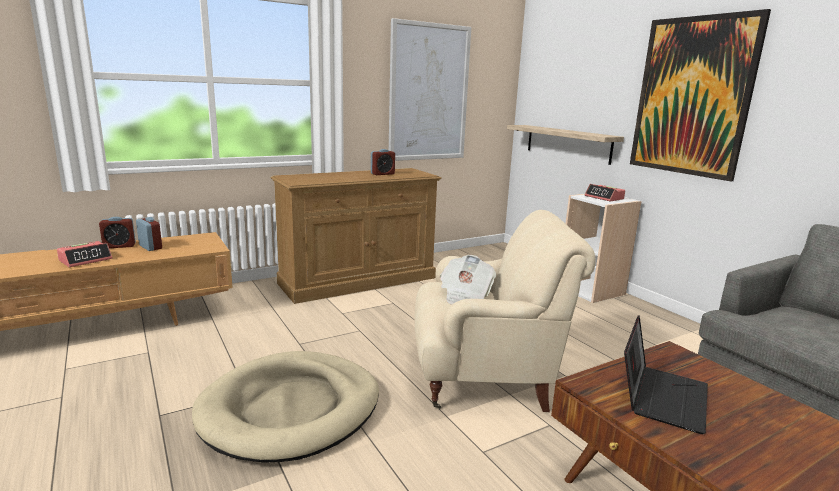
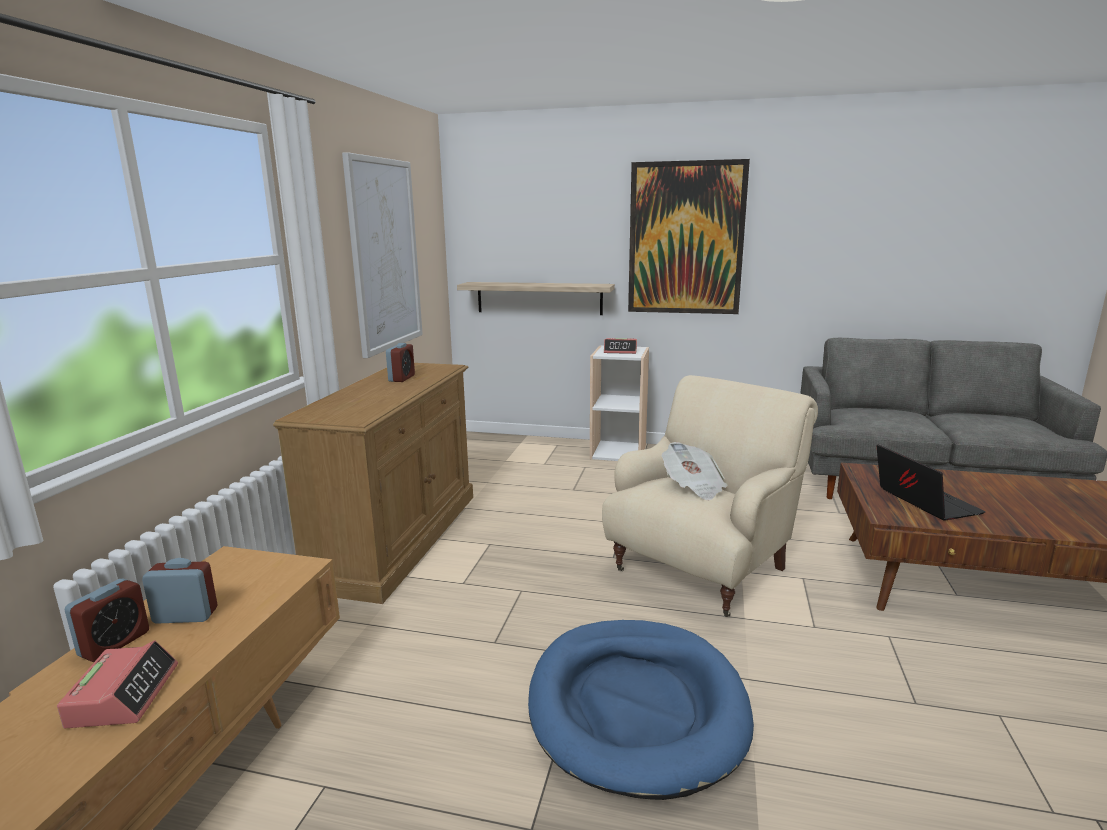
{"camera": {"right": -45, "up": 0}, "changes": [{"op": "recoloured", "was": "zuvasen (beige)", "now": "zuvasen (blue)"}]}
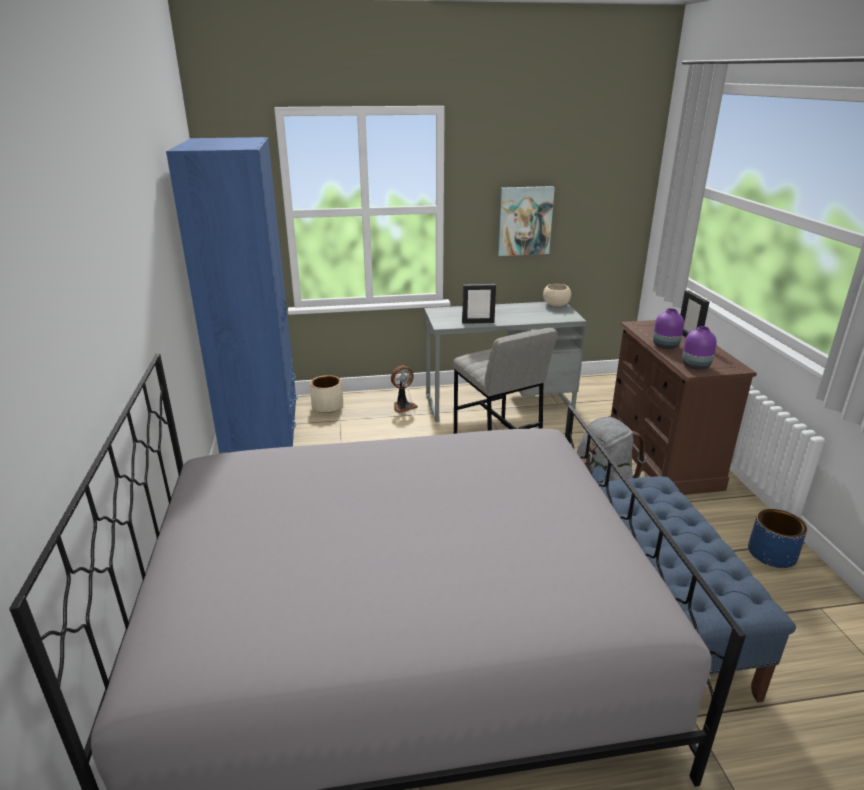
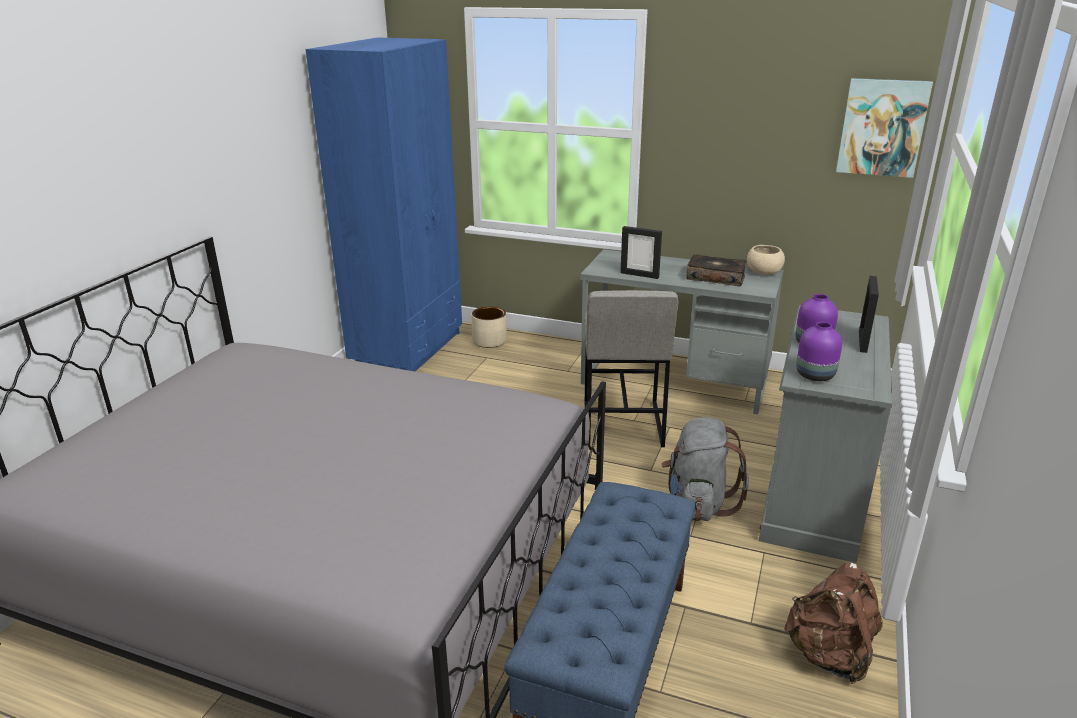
{"camera": {"right": 30, "up": 0}, "changes": [{"op": "added", "now": "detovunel"}, {"op": "recoloured", "was": "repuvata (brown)", "now": "repuvata (grey)"}, {"op": "replaced", "was": "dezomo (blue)", "now": "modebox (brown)"}, {"op": "moved", "was": "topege"}, {"op": "removed", "was": "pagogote"}]}
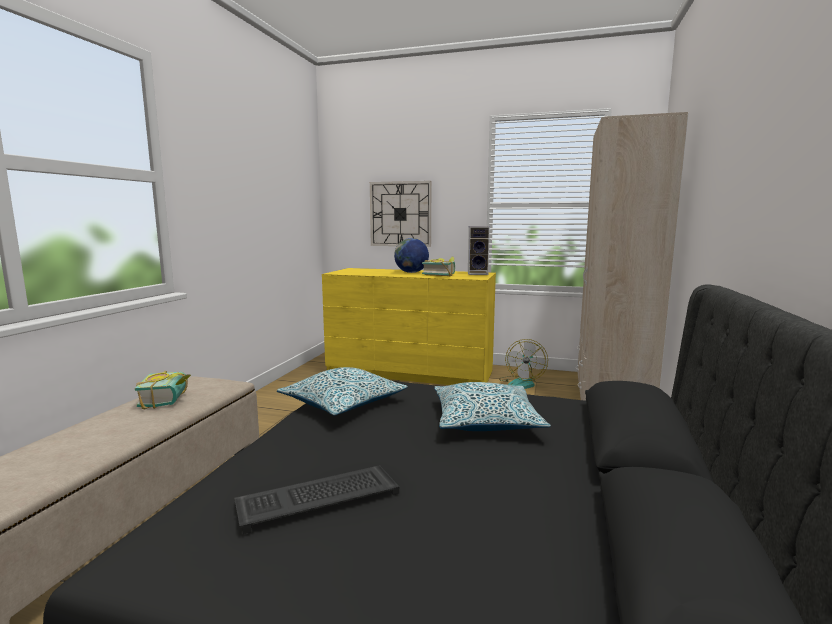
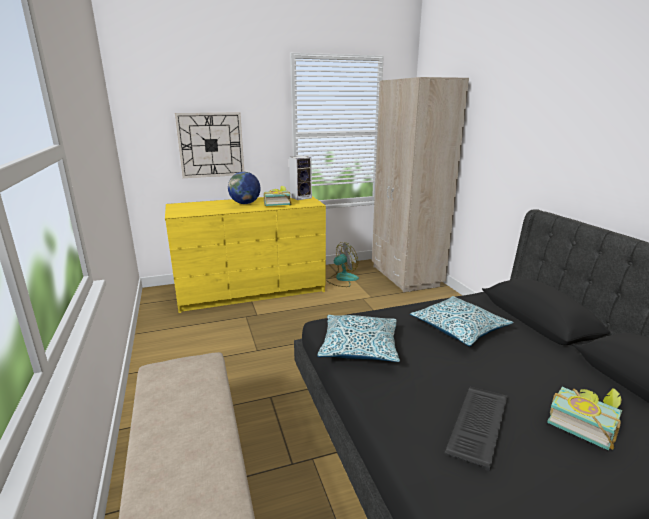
{"camera": {"right": -35, "up": 10}, "changes": [{"op": "turned", "was": "pagogote", "clockwise": -105}, {"op": "moved", "was": "detovunel (1st from left in the first image)", "now": "detovunel (2nd from left)"}]}
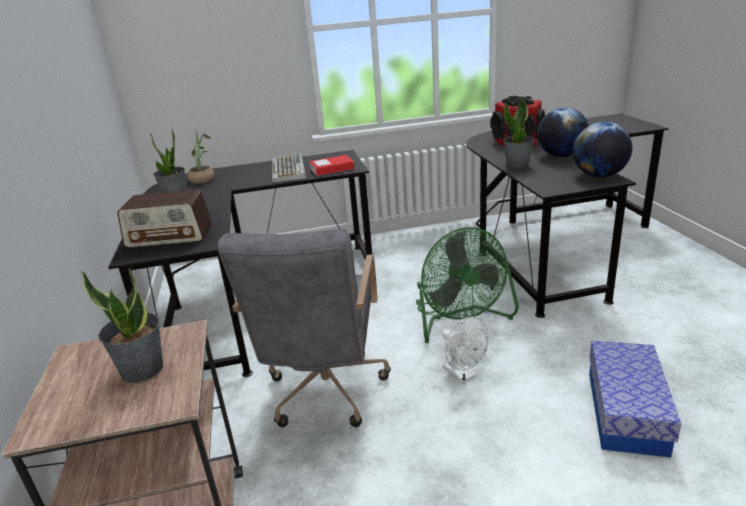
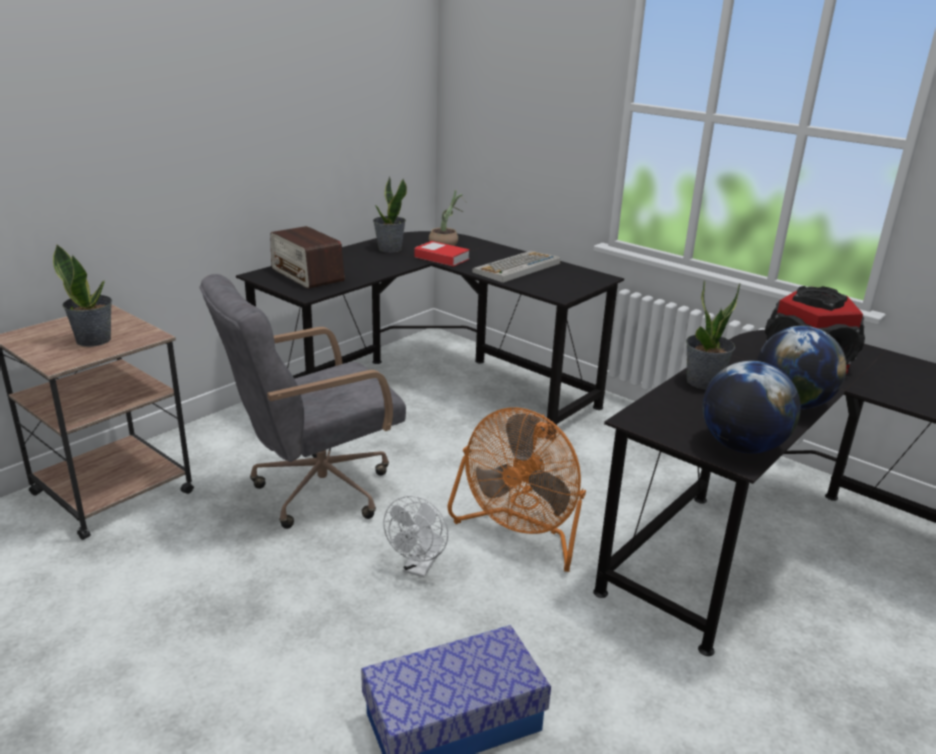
{"camera": {"right": 50, "up": 0}, "changes": [{"op": "moved", "was": "detovunel"}, {"op": "recoloured", "was": "pagogote (green)", "now": "pagogote (orange)"}]}
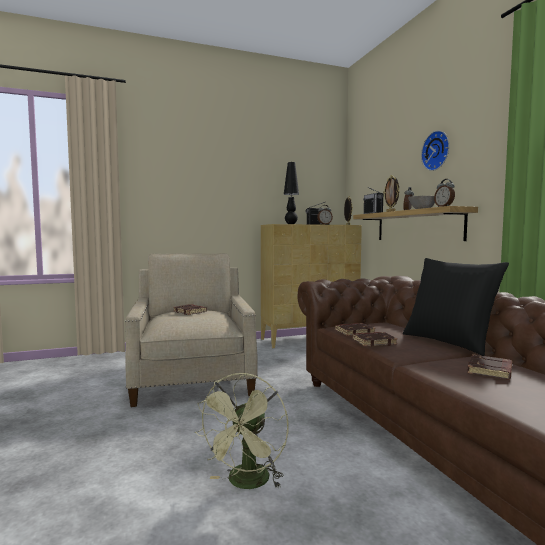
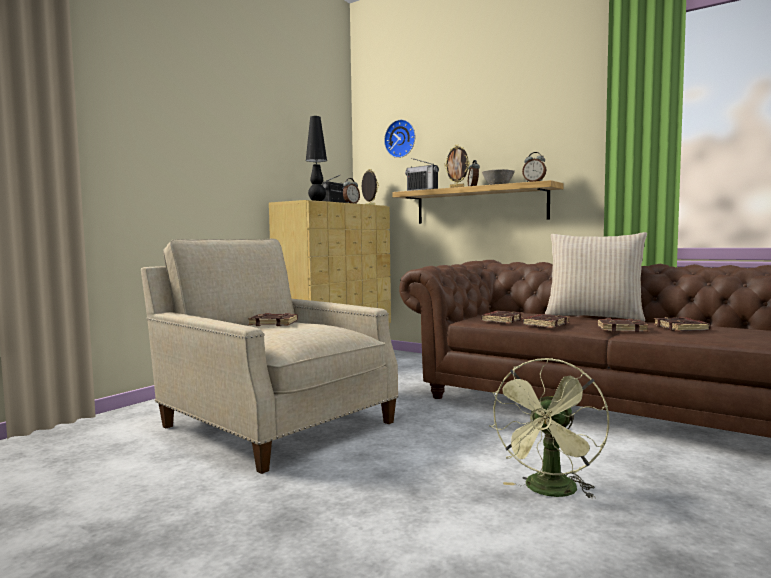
{"camera": {"right": -35, "up": 0}, "changes": [{"op": "moved", "was": "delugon"}, {"op": "turned", "was": "pagogote (green)", "clockwise": 45}, {"op": "recoloured", "was": "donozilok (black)", "now": "donozilok (beige)"}, {"op": "added", "now": "detovunel (brown) (4th from left)"}]}
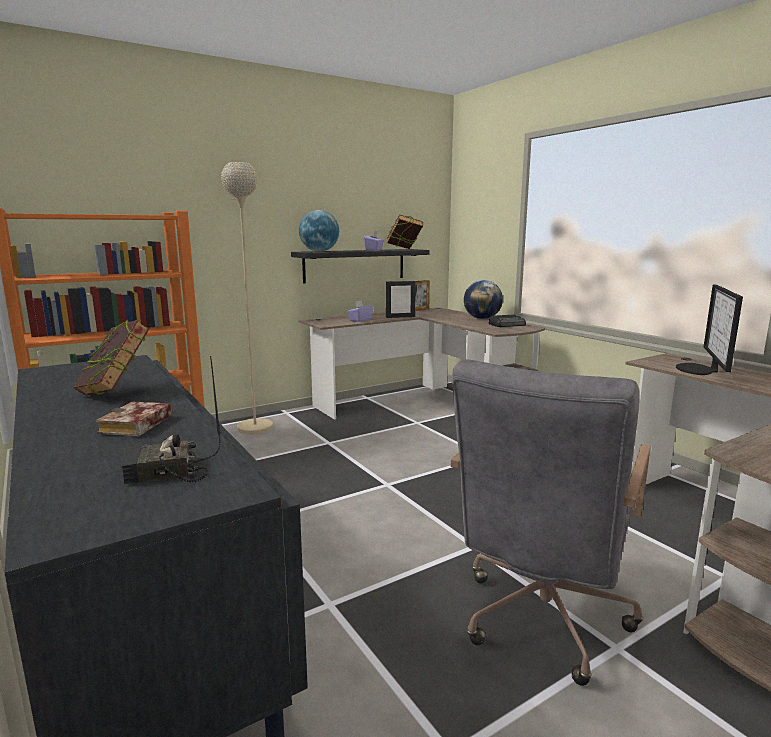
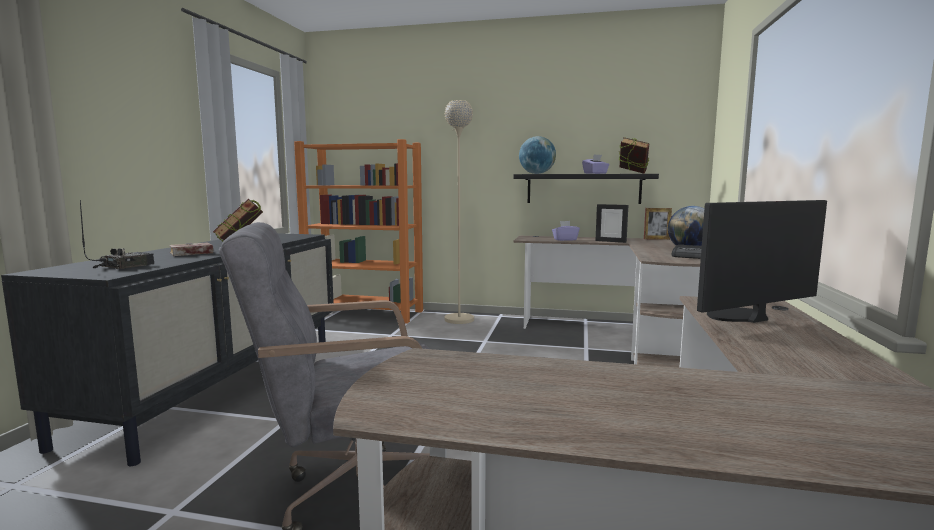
{"camera": {"right": 45, "up": -5}, "changes": [{"op": "turned", "was": "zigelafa (1st from left)", "clockwise": 90}]}
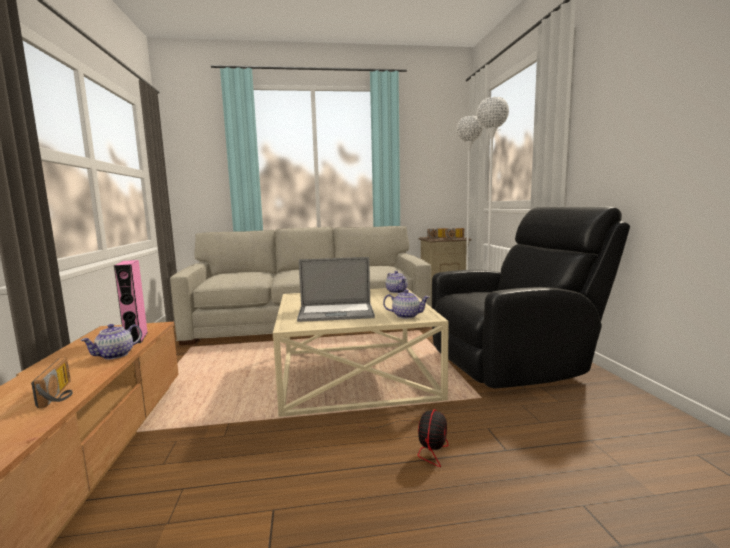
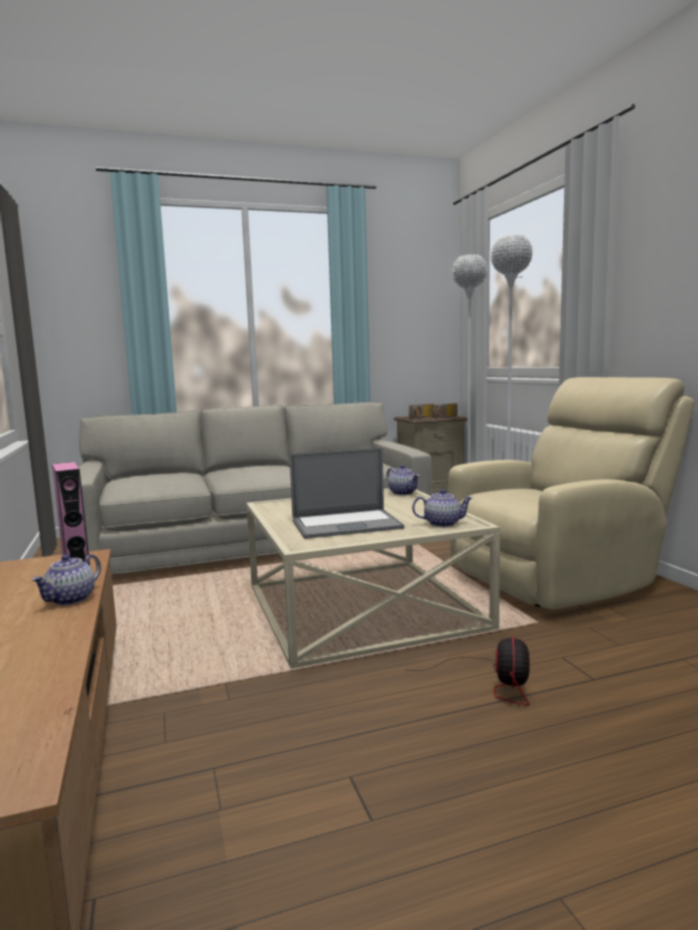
{"camera": {"right": -10, "up": 0}, "changes": [{"op": "recoloured", "was": "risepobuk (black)", "now": "risepobuk (beige)"}, {"op": "removed", "was": "zigelafa (1st from left)"}]}
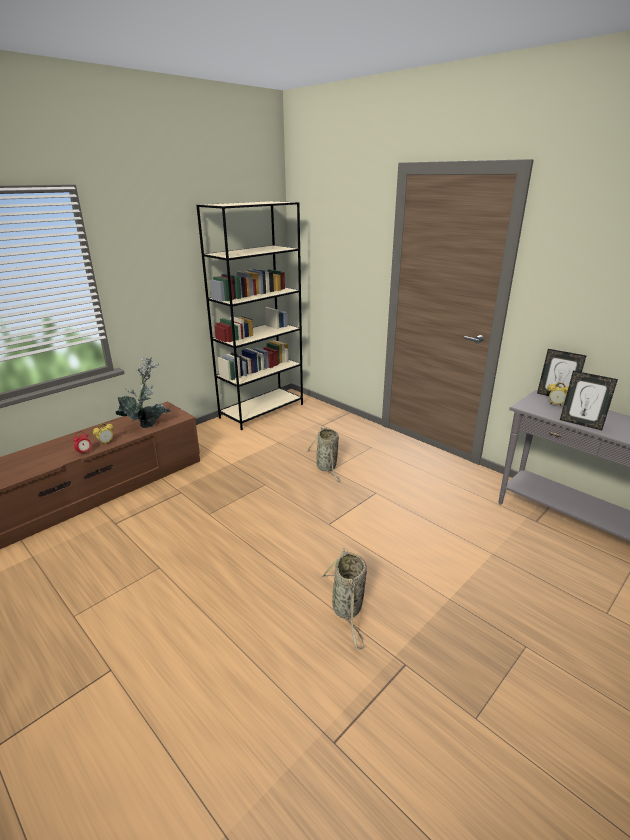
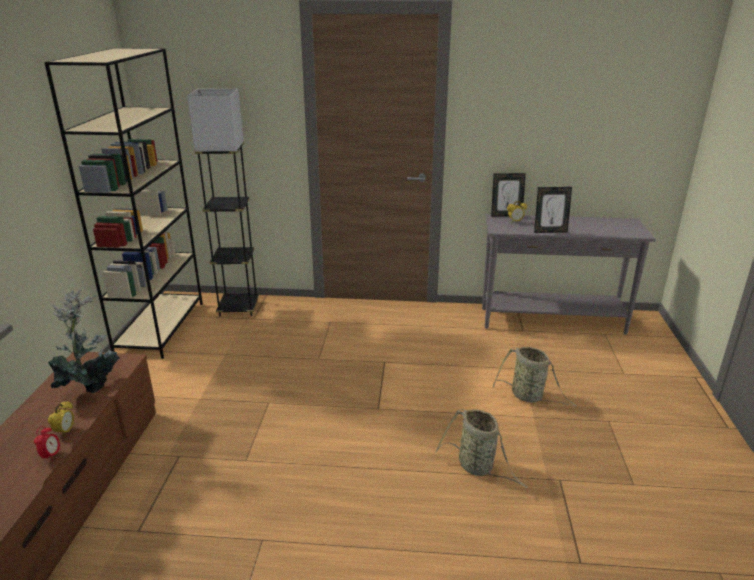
{"camera": {"right": -40, "up": 0}, "changes": [{"op": "added", "now": "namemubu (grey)"}, {"op": "moved", "was": "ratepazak (1st from left in the first image)", "now": "ratepazak (2nd from left)"}]}
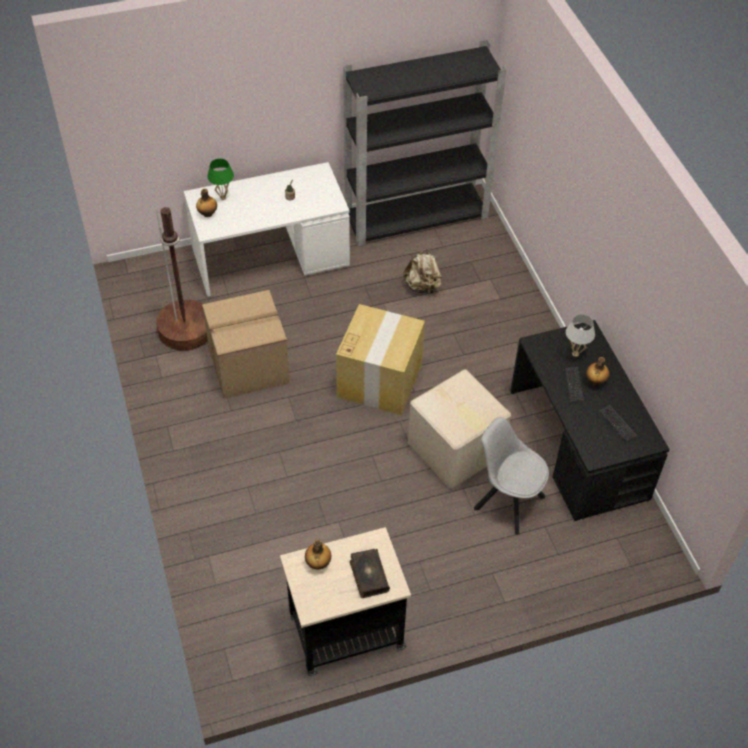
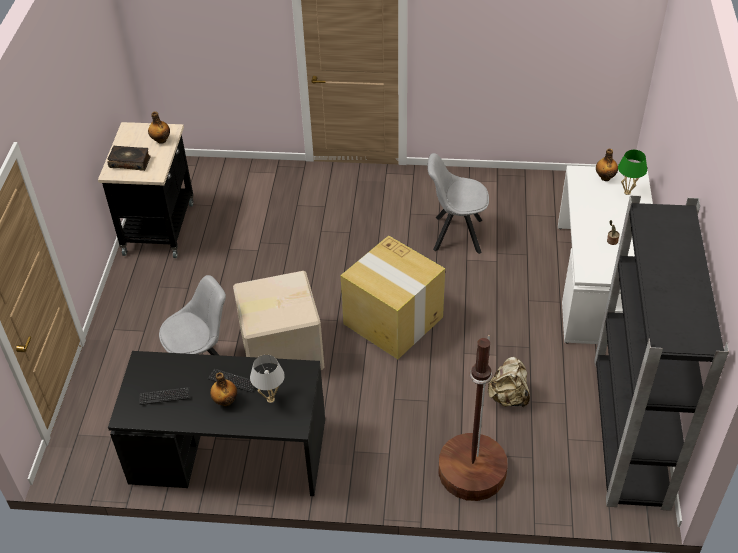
{"camera": {"right": 115, "up": -5}, "changes": [{"op": "replaced", "was": "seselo (1st from left)", "now": "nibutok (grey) (2nd from left)"}, {"op": "moved", "was": "namemubu (brown)"}]}
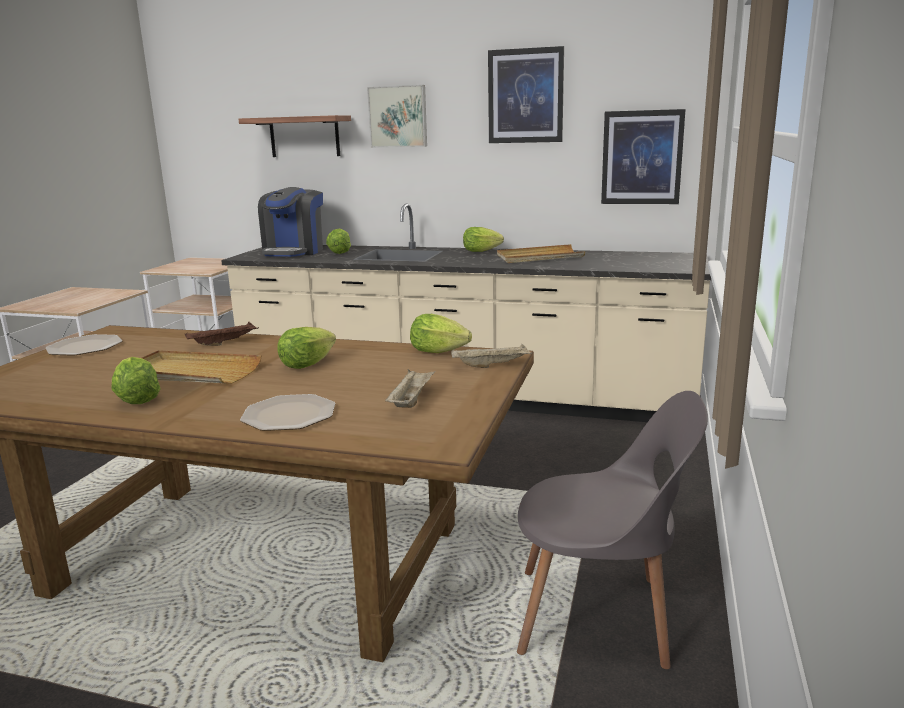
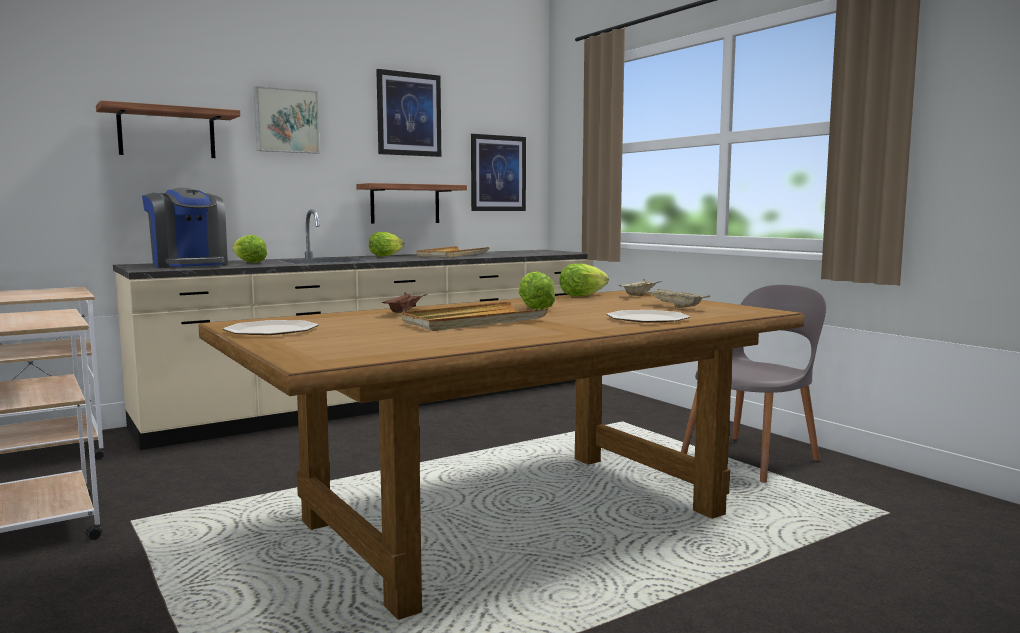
{"camera": {"right": -50, "up": -10}, "changes": [{"op": "added", "now": "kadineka (2nd from left)"}, {"op": "removed", "was": "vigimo (1st from left)"}]}
